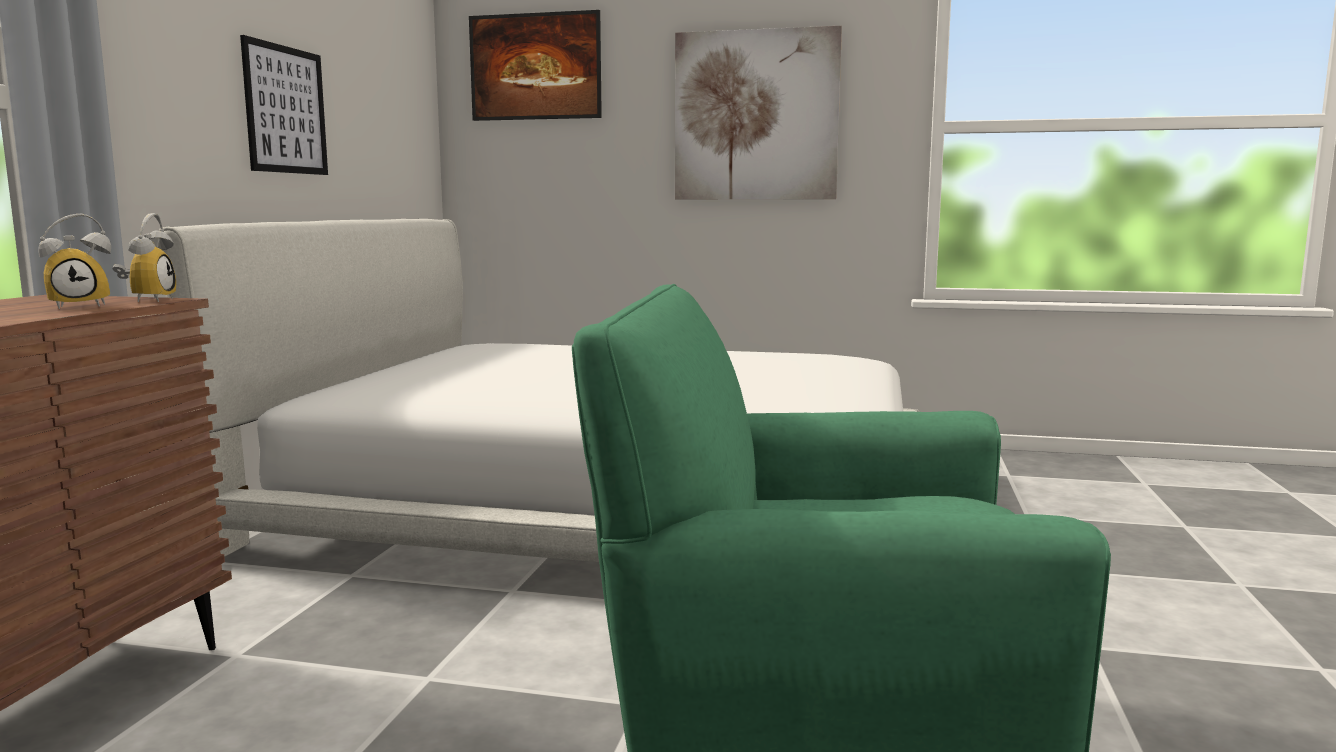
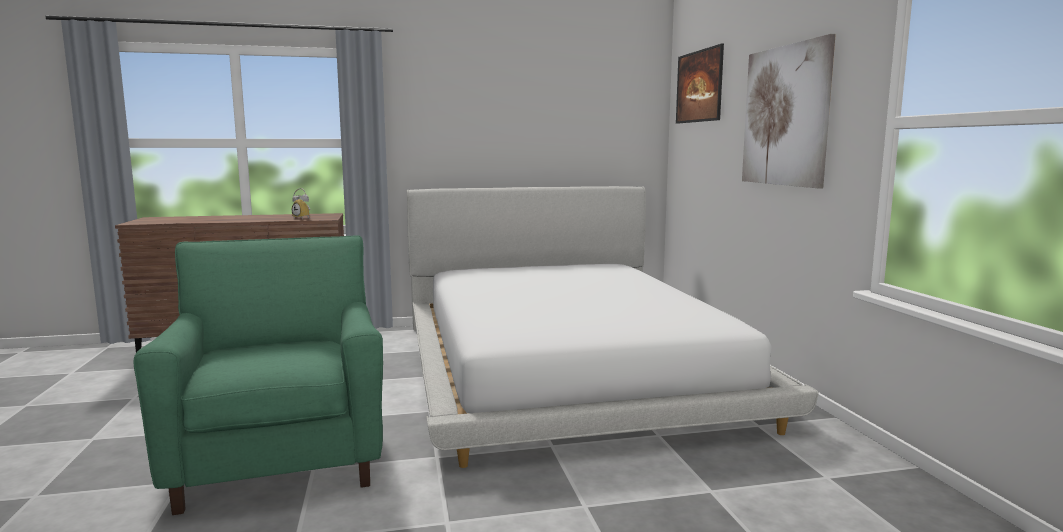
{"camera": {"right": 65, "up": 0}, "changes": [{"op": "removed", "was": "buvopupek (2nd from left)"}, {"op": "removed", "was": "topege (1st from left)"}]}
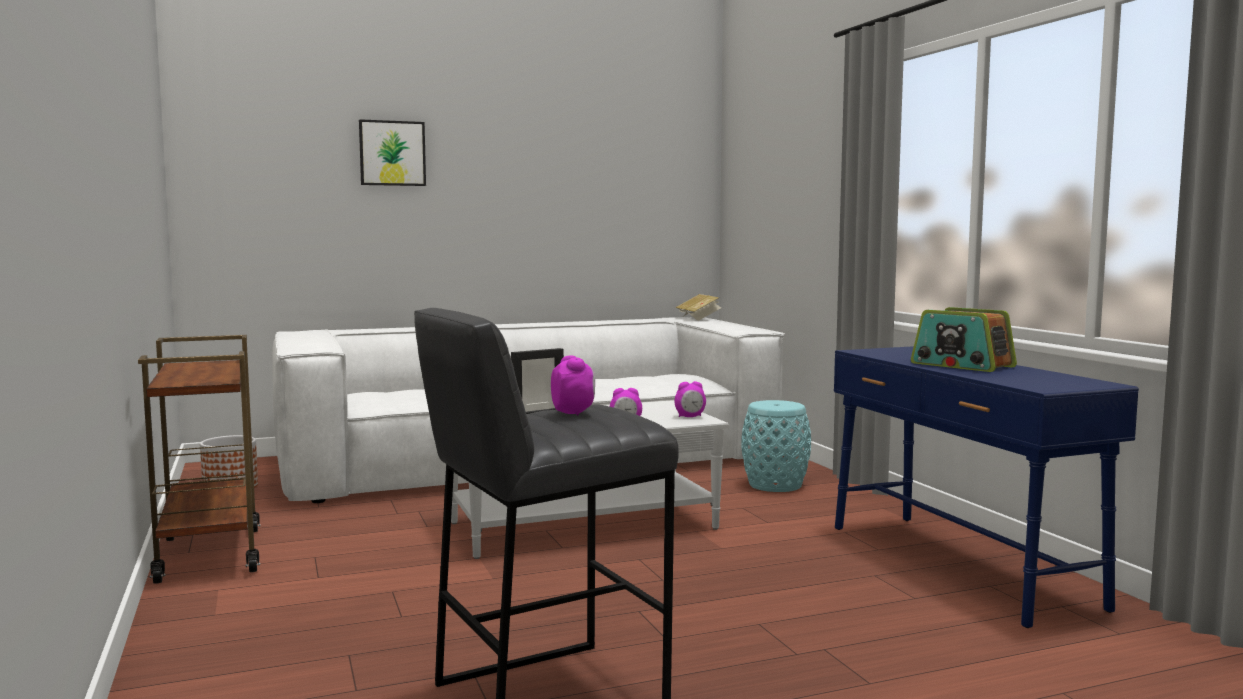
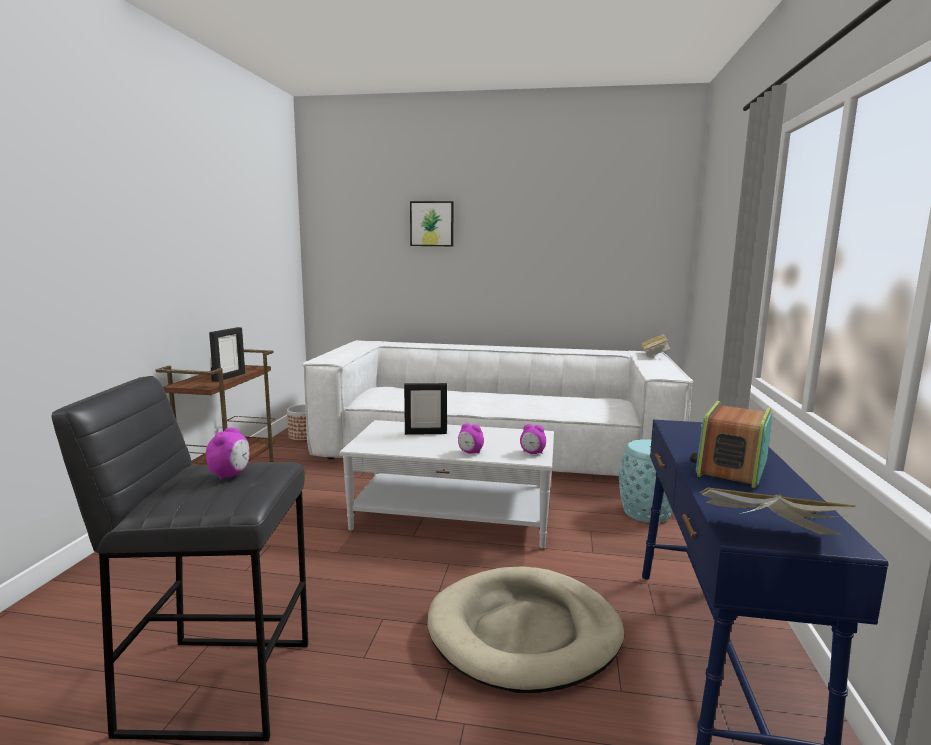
{"camera": {"right": 30, "up": 5}, "changes": [{"op": "added", "now": "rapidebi (1st from left)"}, {"op": "added", "now": "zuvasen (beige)"}, {"op": "turned", "was": "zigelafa", "clockwise": 45}, {"op": "added", "now": "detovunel (2nd from left)"}]}
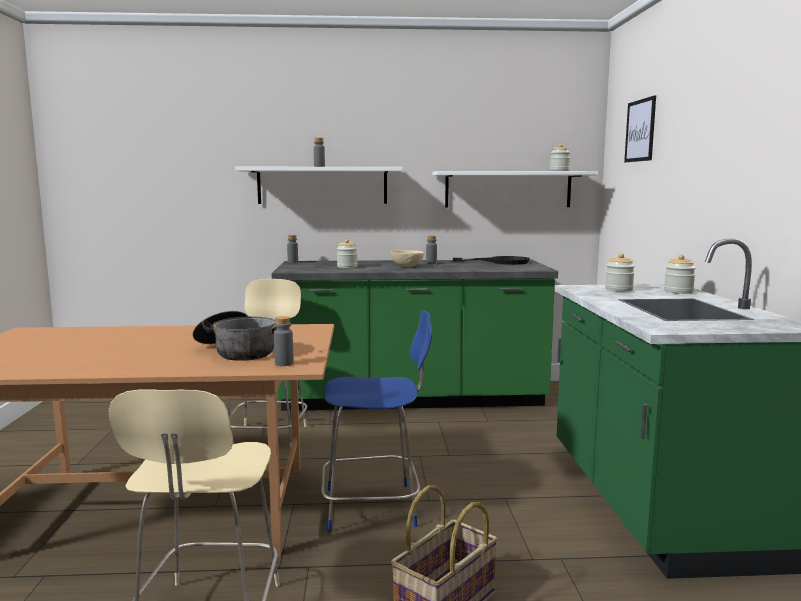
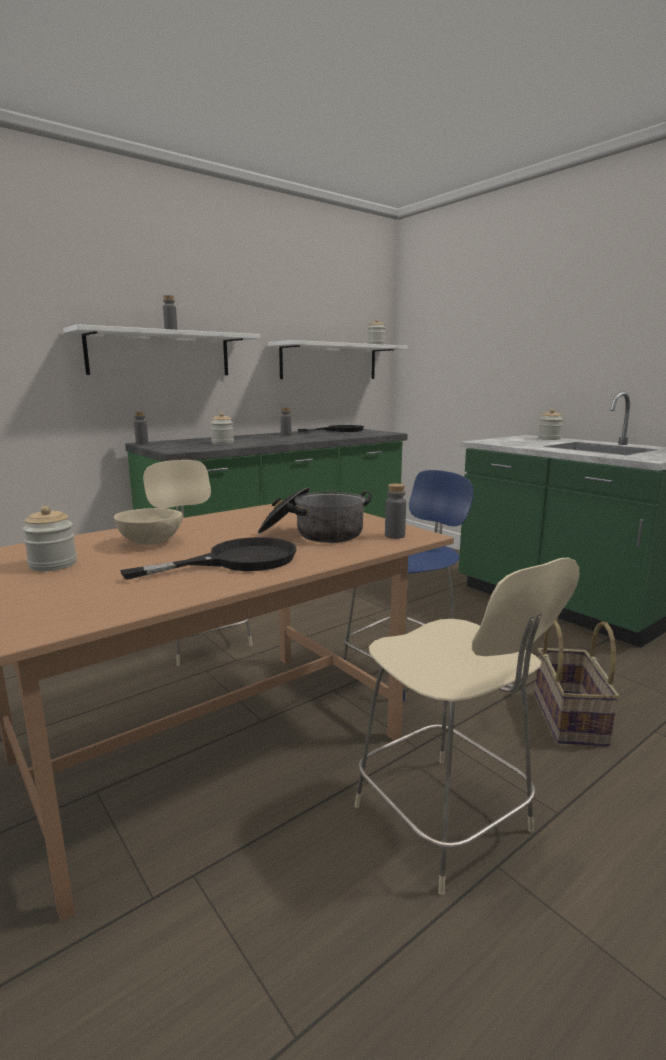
{"camera": {"right": -35, "up": 5}, "changes": [{"op": "moved", "was": "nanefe (3rd from left in the first image)", "now": "nanefe (1st from left)"}, {"op": "moved", "was": "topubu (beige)"}, {"op": "added", "now": "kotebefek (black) (1st from left)"}, {"op": "removed", "was": "topege"}]}
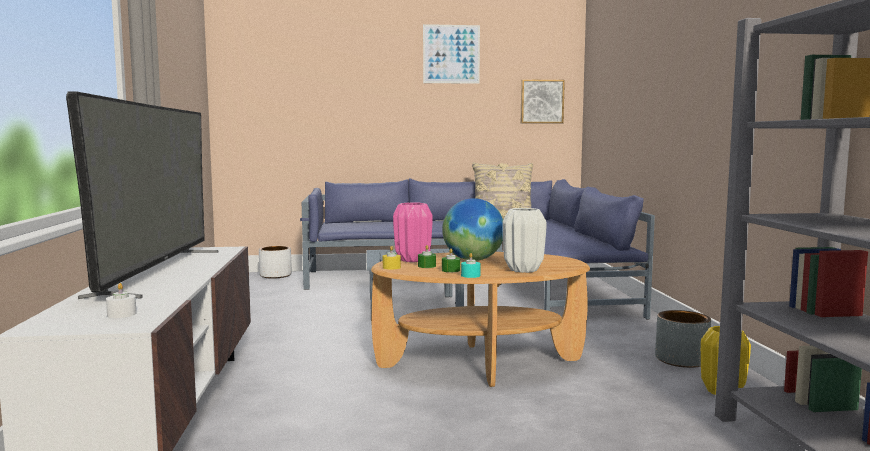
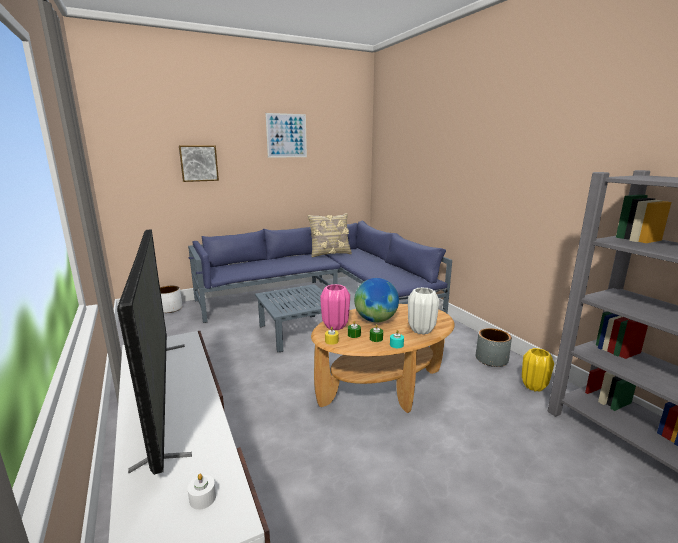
{"camera": {"right": -20, "up": 10}, "changes": [{"op": "moved", "was": "topege (2nd from left in the first image)", "now": "topege (1st from left)"}]}
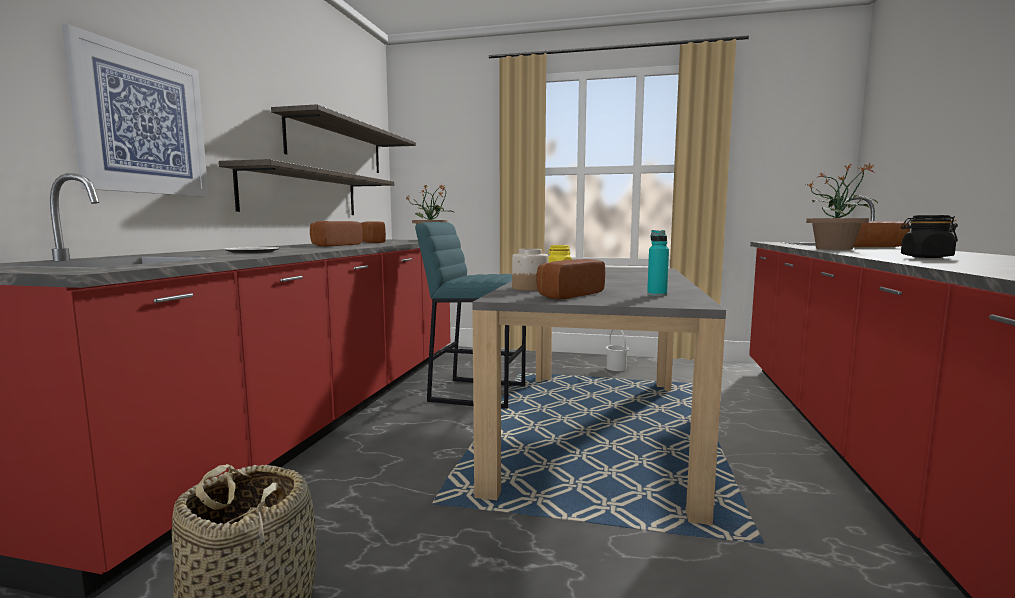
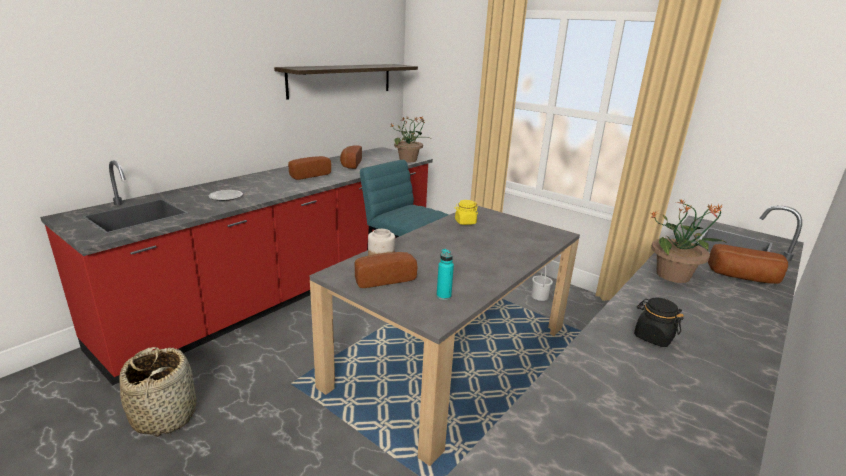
{"camera": {"right": 25, "up": 15}, "changes": [{"op": "removed", "was": "topege"}, {"op": "removed", "was": "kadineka (1st from left)"}]}
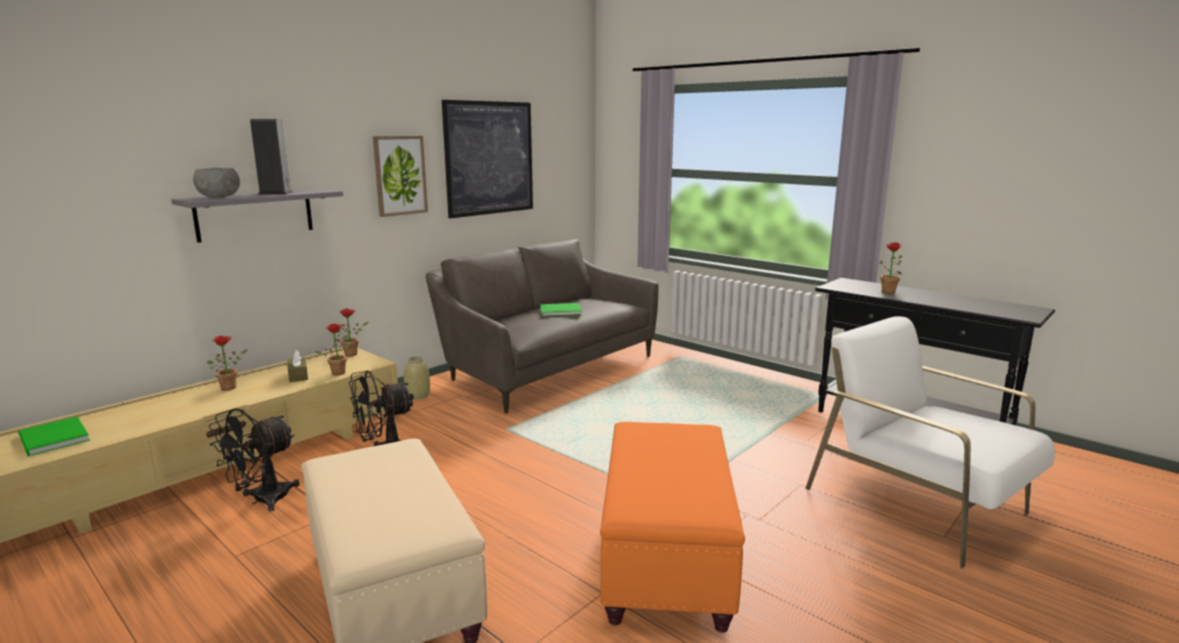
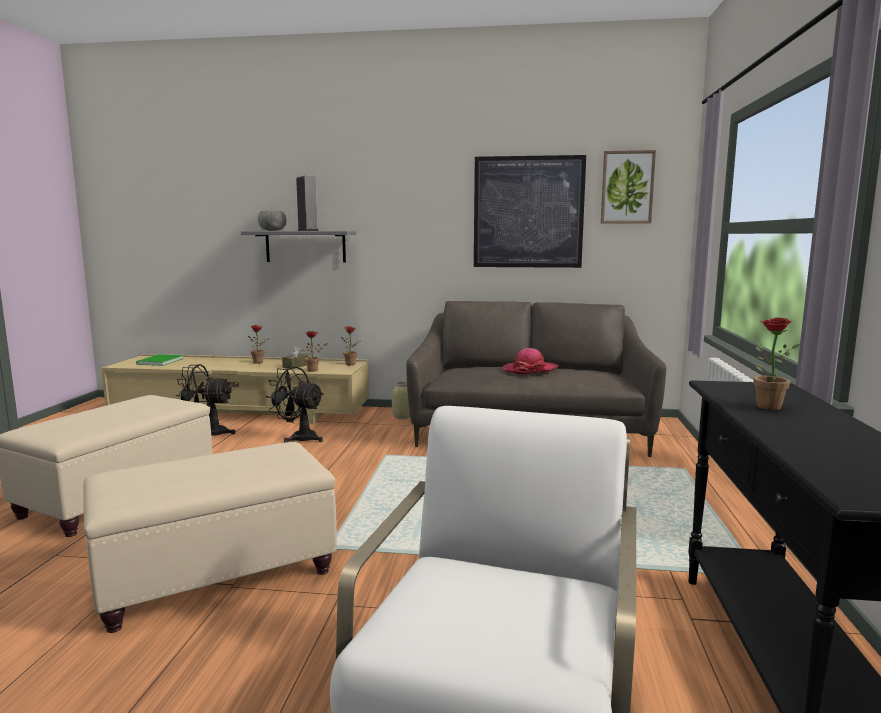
{"camera": {"right": 55, "up": -5}, "changes": [{"op": "recoloured", "was": "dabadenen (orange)", "now": "dabadenen (beige) (2nd from left)"}, {"op": "replaced", "was": "detovunel (green) (2nd from left)", "now": "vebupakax"}, {"op": "moved", "was": "topege (1st from left in the first image)", "now": "topege (2nd from left)"}]}
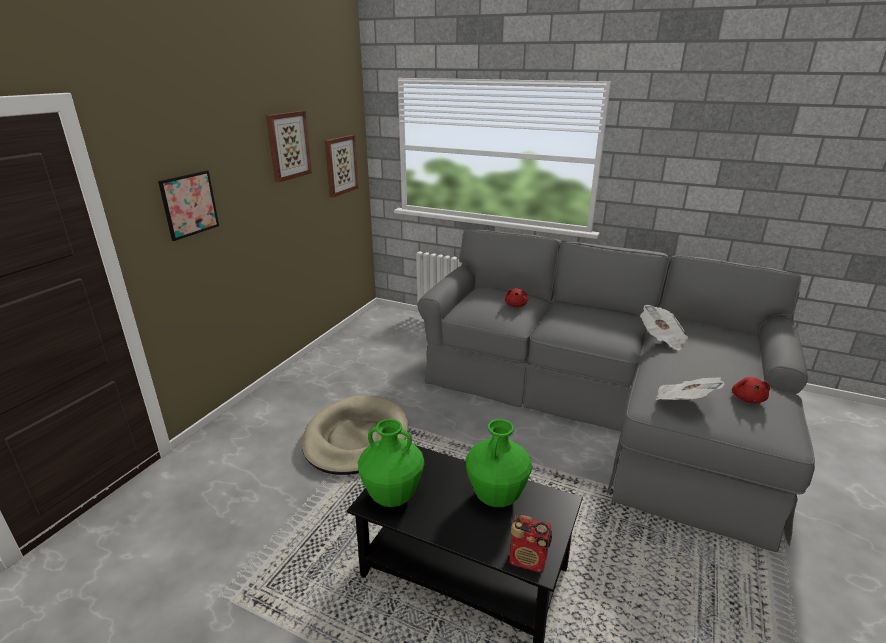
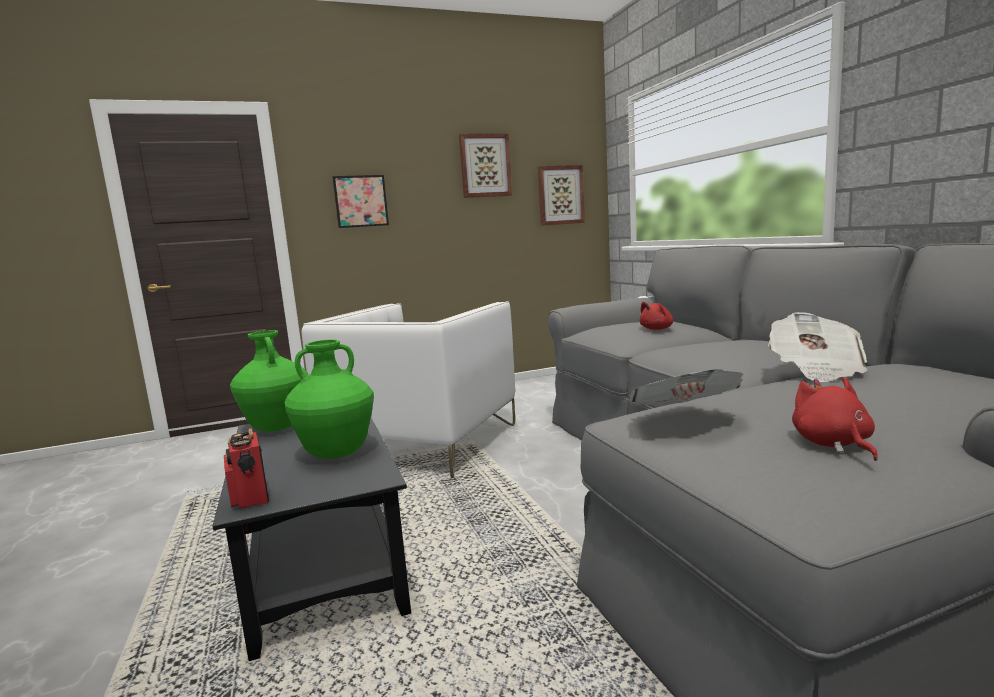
{"camera": {"right": 45, "up": -15}, "changes": [{"op": "replaced", "was": "zuvasen (beige)", "now": "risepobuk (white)"}, {"op": "turned", "was": "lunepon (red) (2nd from left)", "clockwise": 120}]}
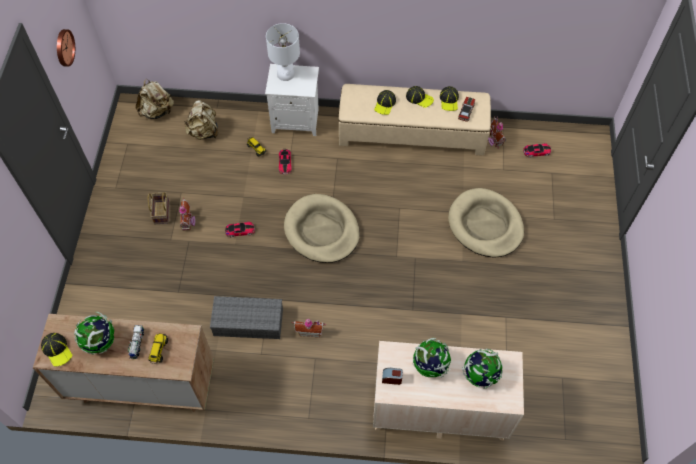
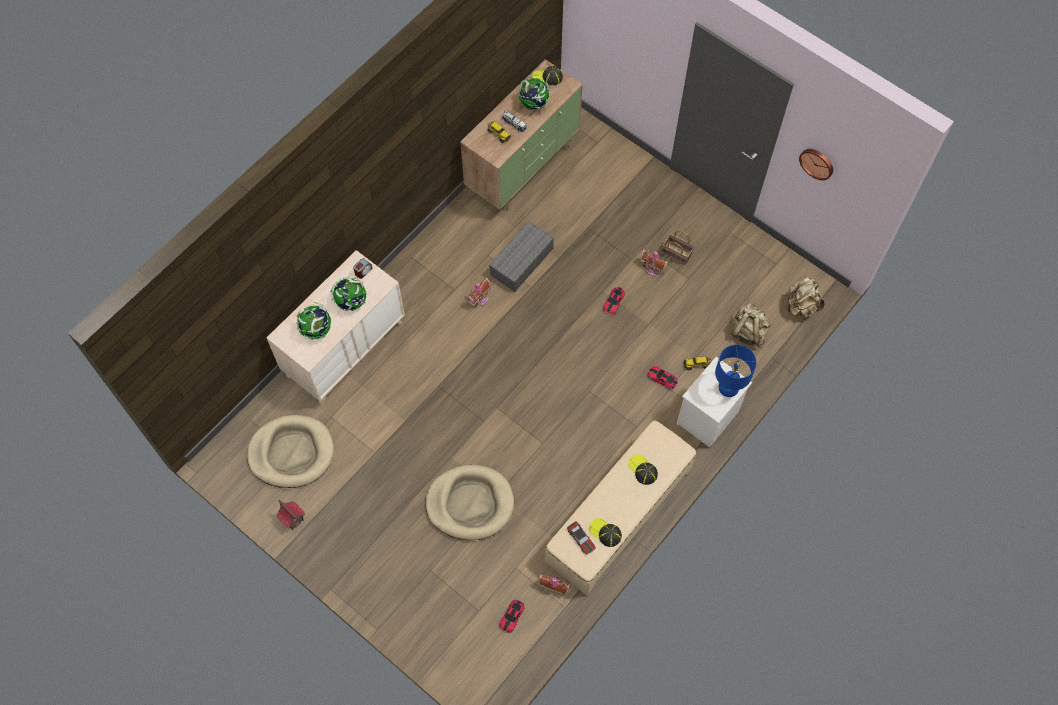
{"camera": {"right": 125, "up": 5}, "changes": [{"op": "moved", "was": "zuvasen (beige) (1st from left)"}, {"op": "added", "now": "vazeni (1st from left)"}, {"op": "recoloured", "was": "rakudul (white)", "now": "rakudul (blue)"}, {"op": "removed", "was": "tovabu (3rd from left)"}]}
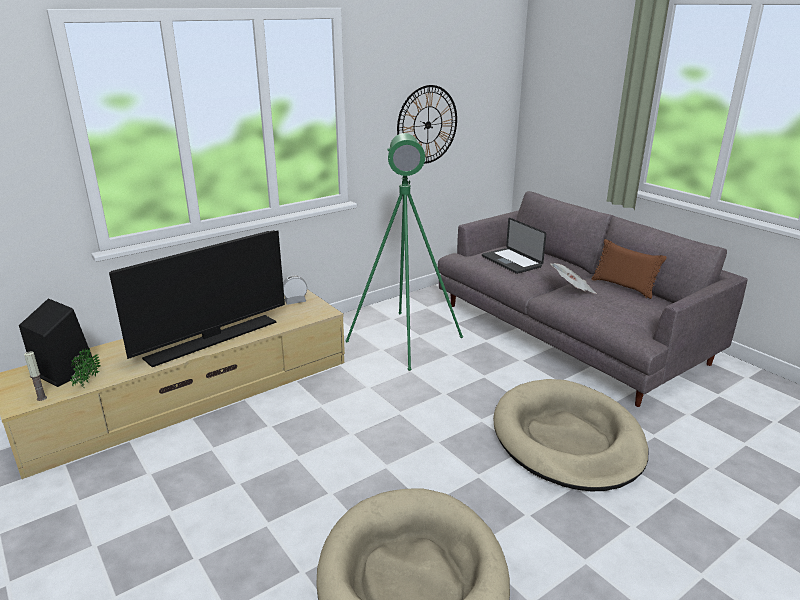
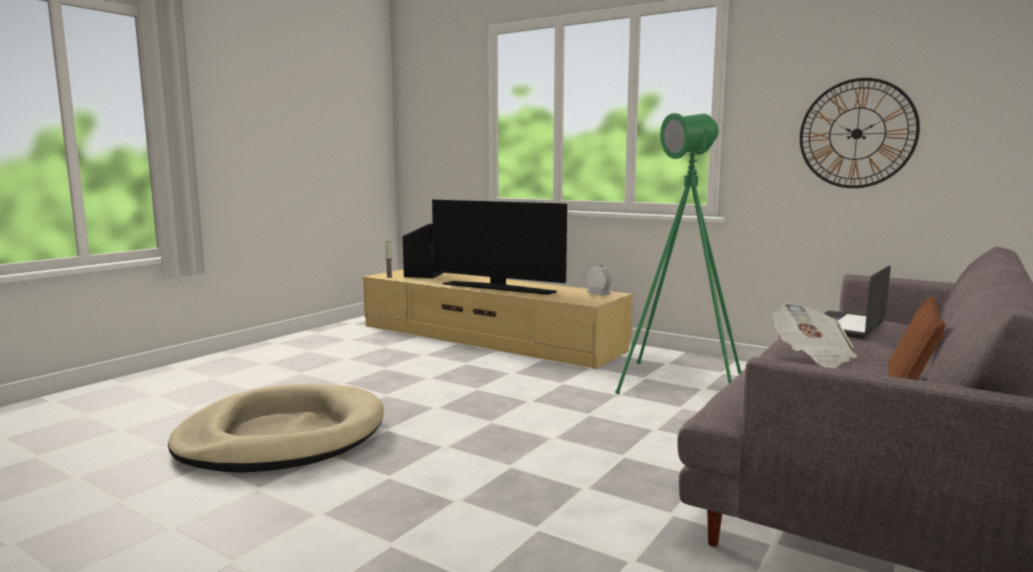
{"camera": {"right": 70, "up": -15}, "changes": [{"op": "removed", "was": "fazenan"}, {"op": "removed", "was": "zuvasen (beige) (2nd from left)"}]}
